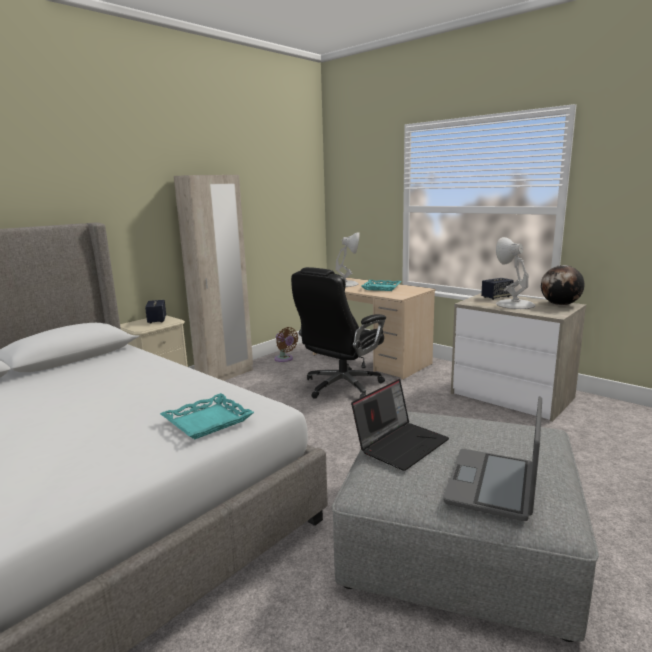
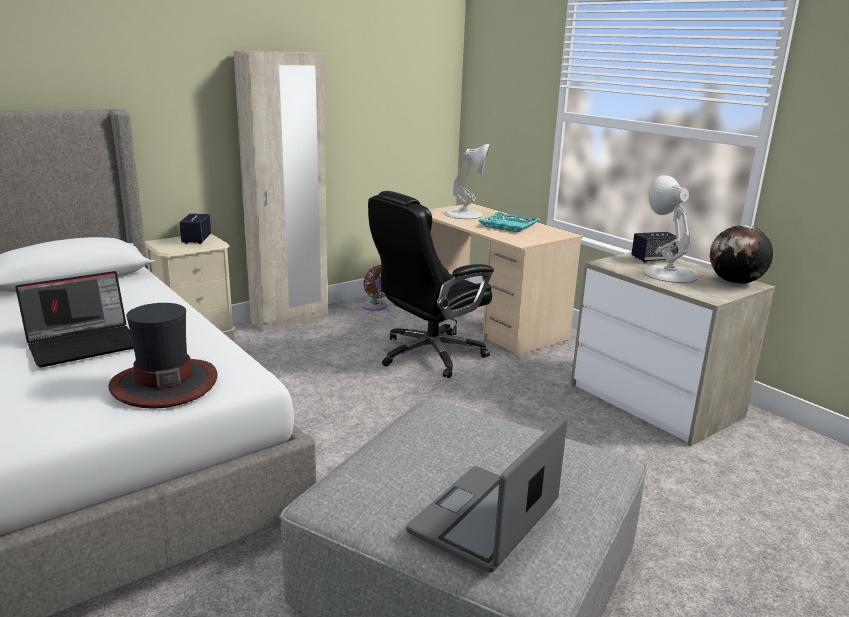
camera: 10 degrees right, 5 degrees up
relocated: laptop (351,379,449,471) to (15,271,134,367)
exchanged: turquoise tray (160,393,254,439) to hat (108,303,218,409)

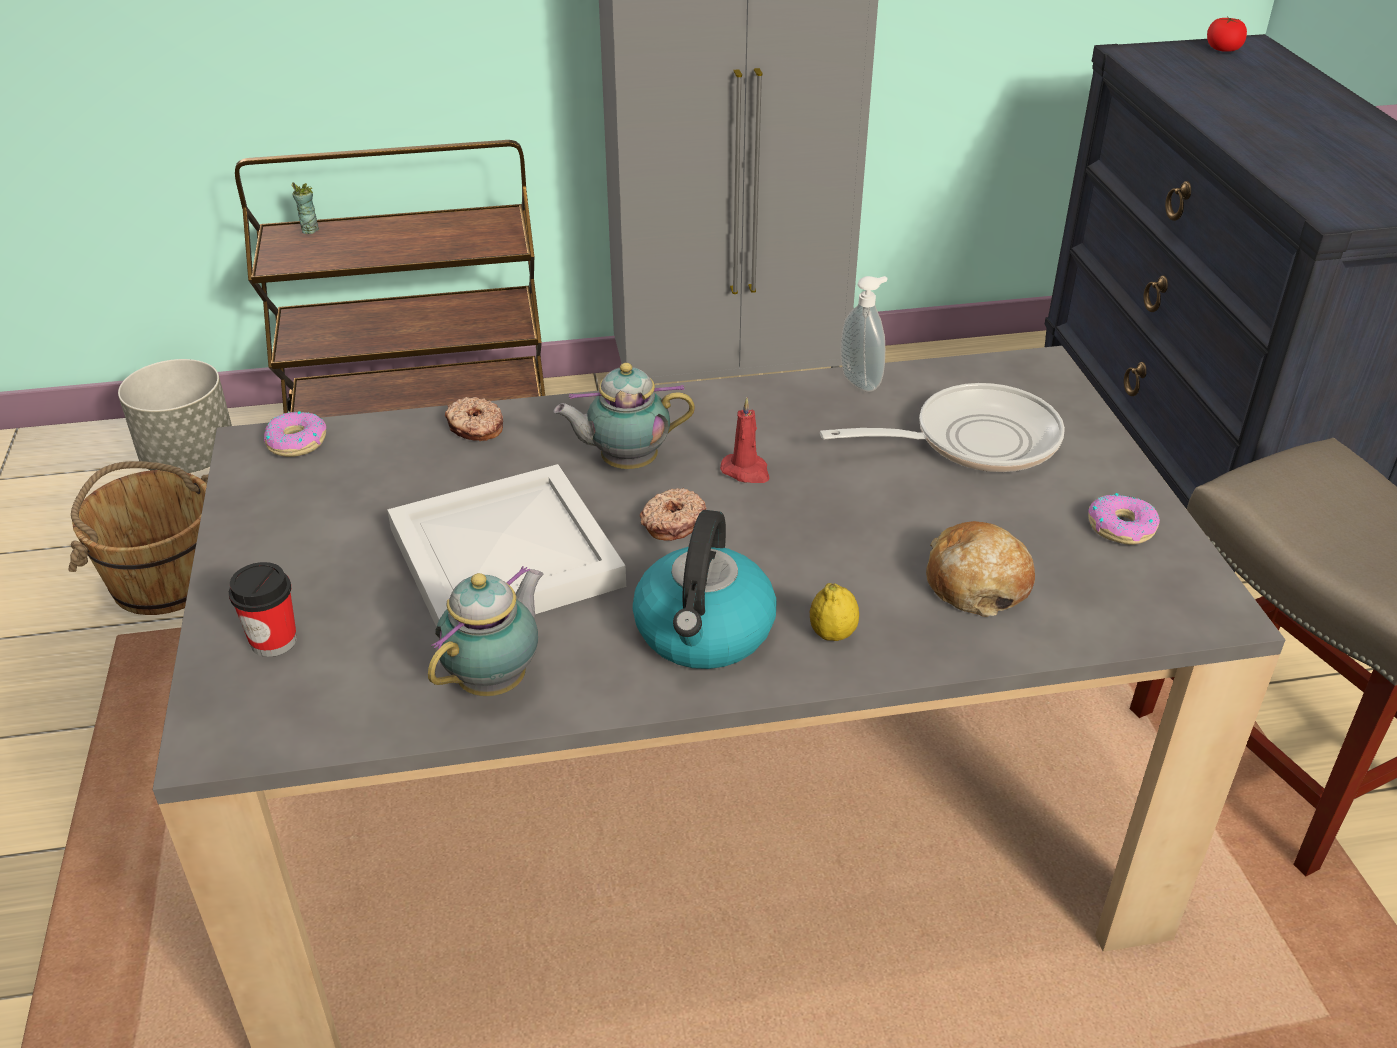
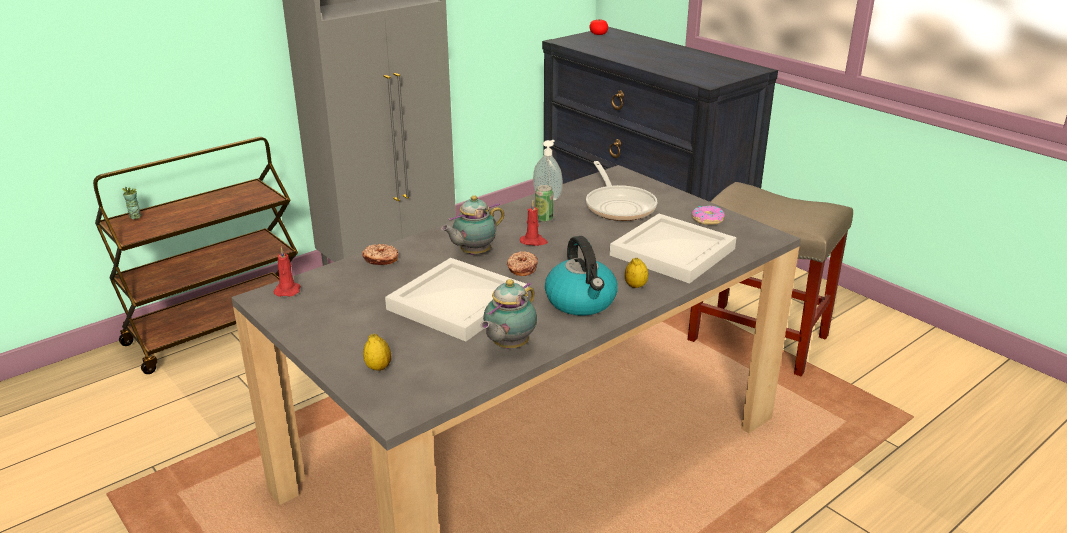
camera: 30 degrees left, 10 degrees down
missing: brown bucket (68,461,208,615); grey planter (118,359,232,473)
appeared: can (535,185,553,222)
exchanged: cup (229,562,297,657) to lemon (363,334,392,371); donut (264,411,326,457) to red candle (274,247,301,297); bread (926,521,1035,617) to white tray (610,214,736,284)
spun: teapot (428,566,543,696) = (481,279,537,349) 150 degrees counterclockwise; frying pan (820,383,1065,472) = (586,161,657,221) 120 degrees clockwise

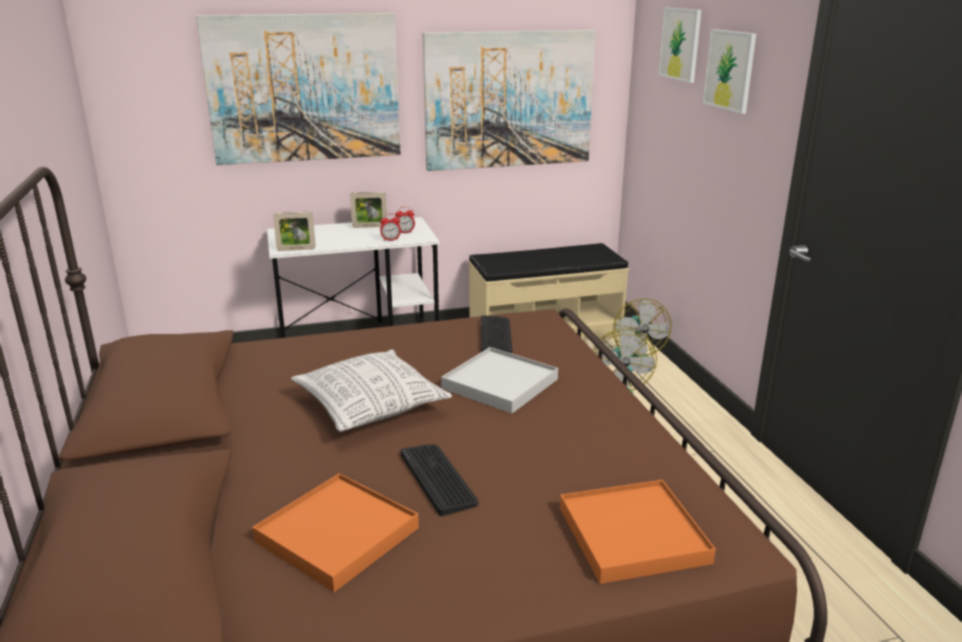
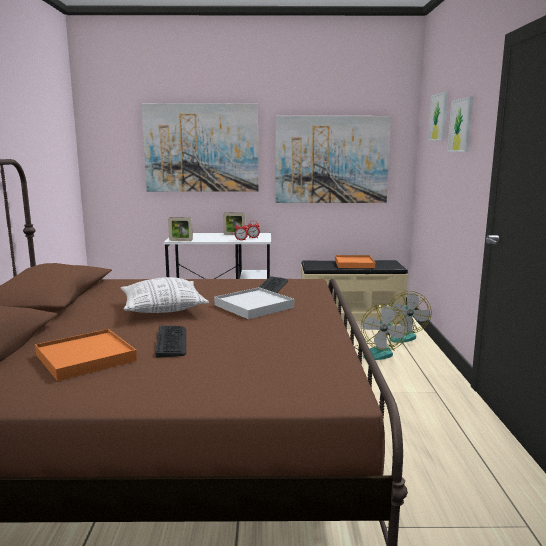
camera: 15 degrees right, 10 degrees down
relocated: orange tray (560,480,716,584) to (335,255,375,268)

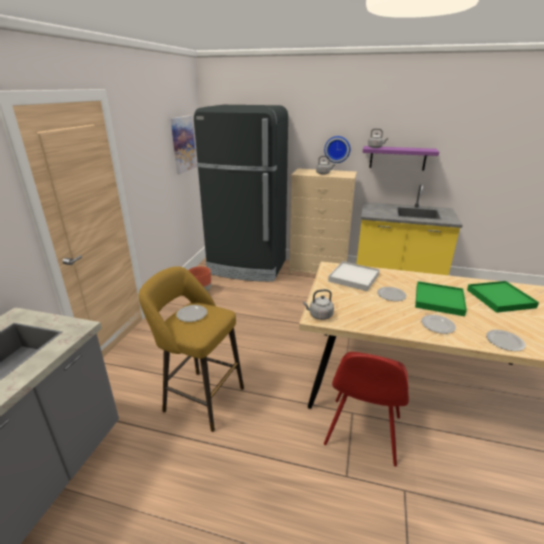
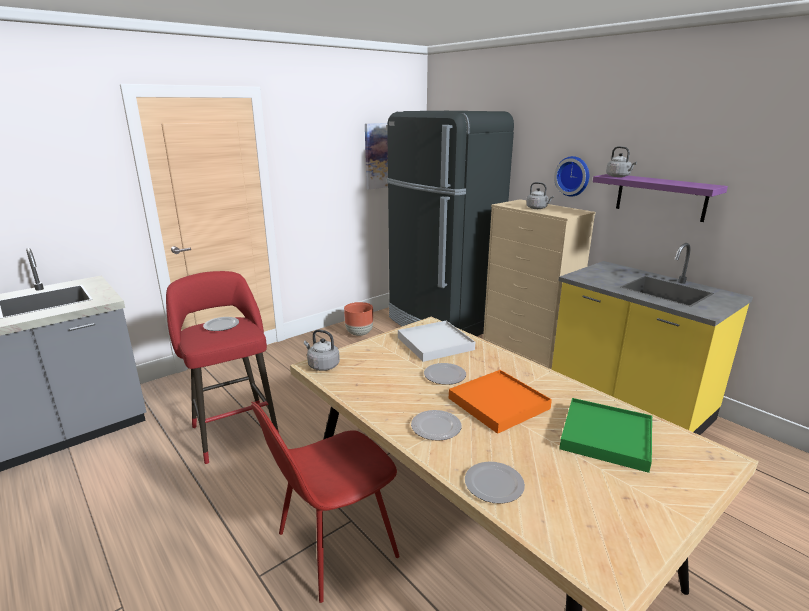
camera: 35 degrees right, 5 degrees down
colour: yellow stool (138,266,244,432) to red stool (166,271,279,464); green tray (415,281,467,316) to orange tray (449,370,552,434)

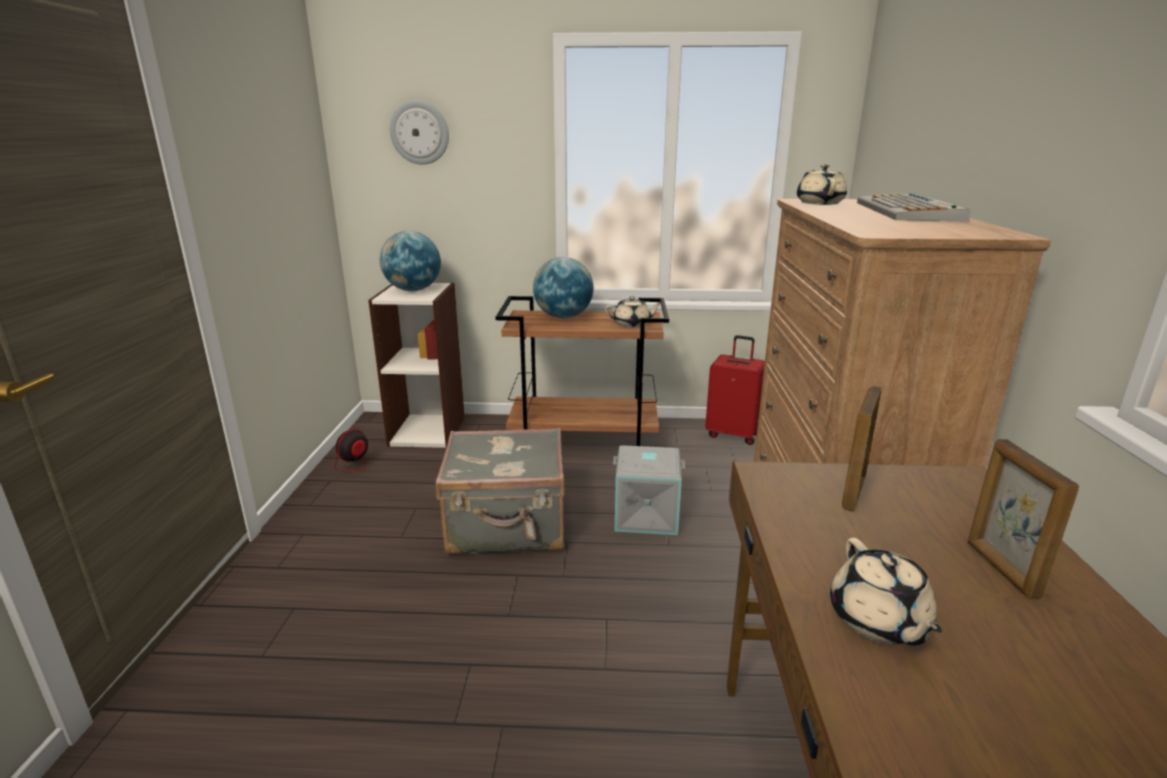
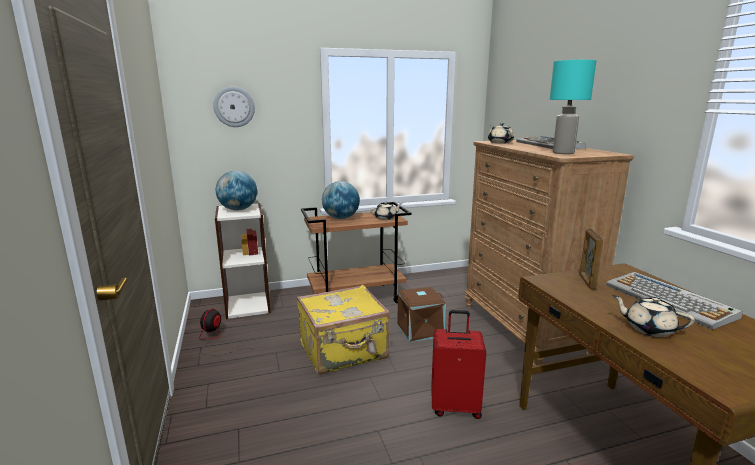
camera: 20 degrees left, 5 degrees down
appeared: turquoise table lamp (550,60,596,154)
relocated: red suitcase (705,335,765,445) to (431,310,486,419)
exchanged: picture frame (968,439,1079,599) to keyboard (606,272,743,330)
colour: grey suitcase (436,427,565,555) to yellow suitcase (297,285,390,375); grey storage box (613,445,685,535) to brown storage box (397,287,446,342)
spun: beige teapot (830,538,942,645) = (612,295,695,337) 150 degrees clockwise

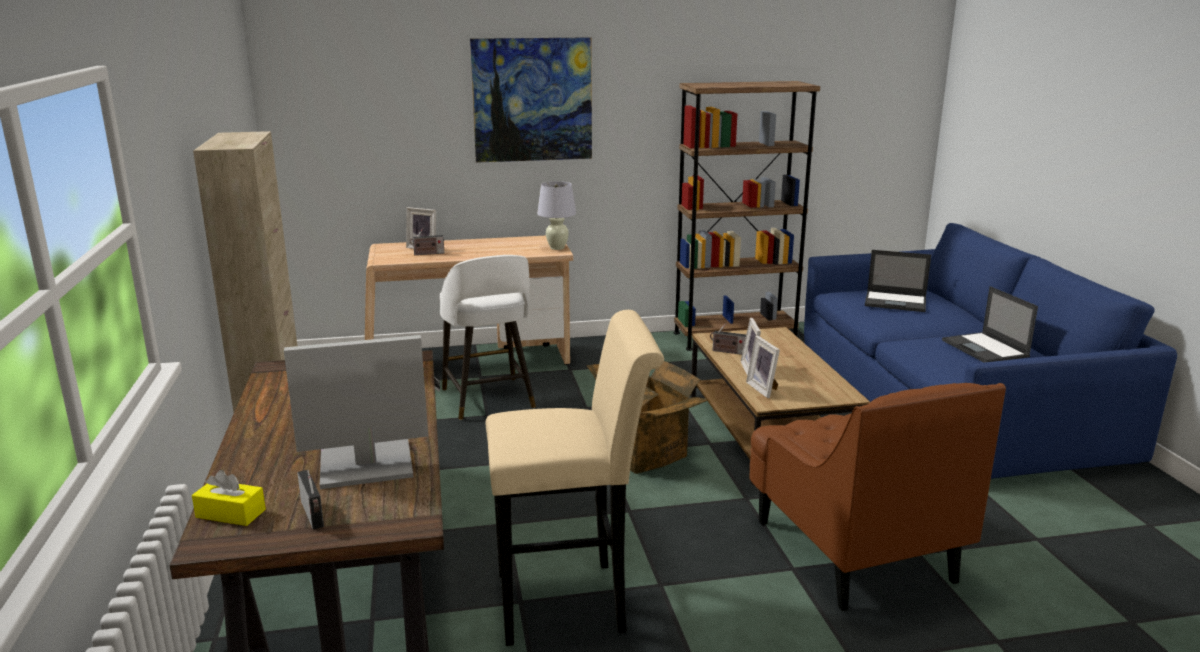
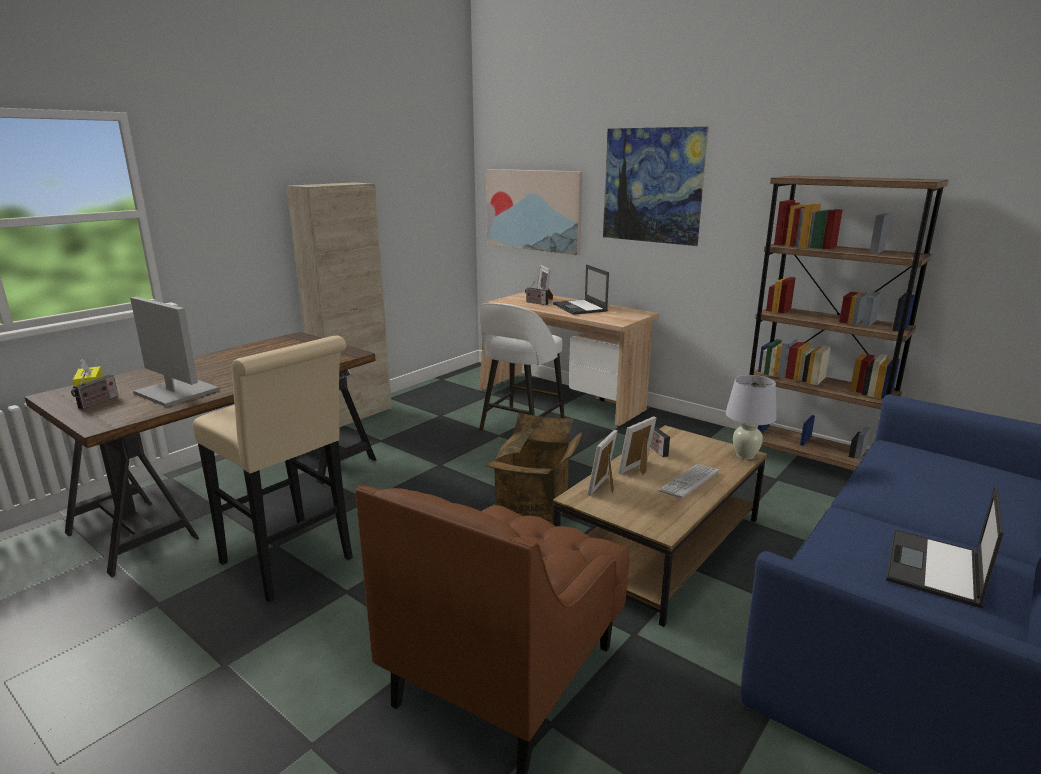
camera: 50 degrees right, 0 degrees up
appeared: picture (486,169,583,255); keyboard (658,464,719,498)
relocated: white table lamp (537,181,576,250) to (726,375,777,459); laptop (865,250,931,312) to (553,264,609,315)

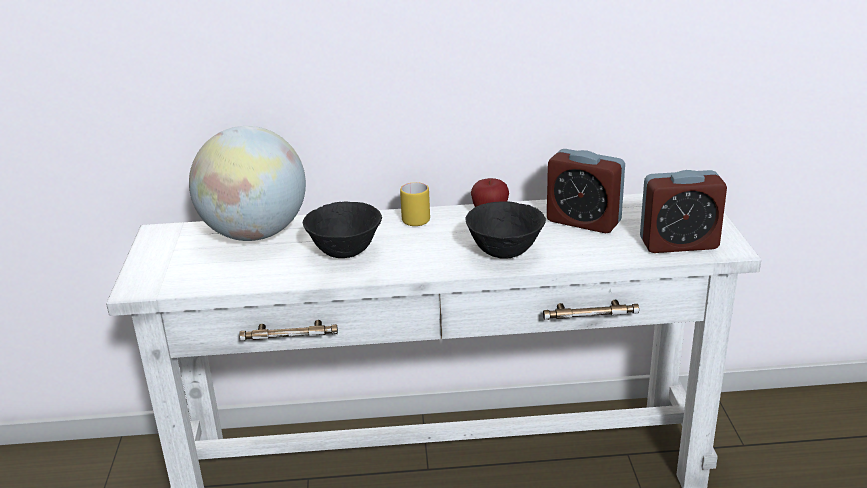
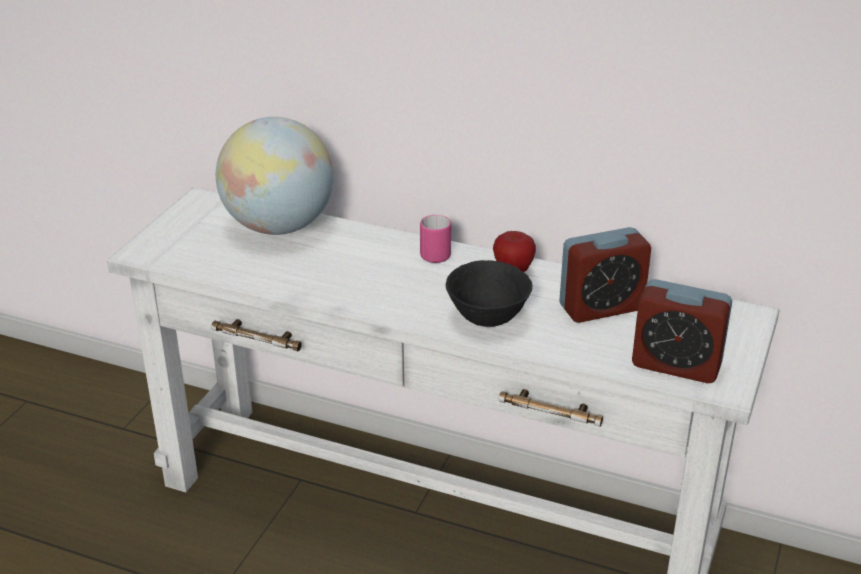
camera: 25 degrees right, 5 degrees up
missing: black bowl (303,202,382,258)
colour: yellow mug (400,182,430,226) to pink mug (420,215,451,263)
spun: alarm clock (547,149,625,233) = (560,227,651,323) 75 degrees counterclockwise

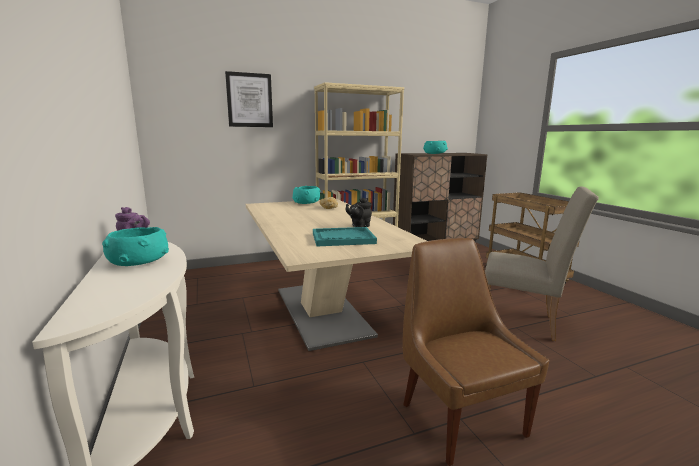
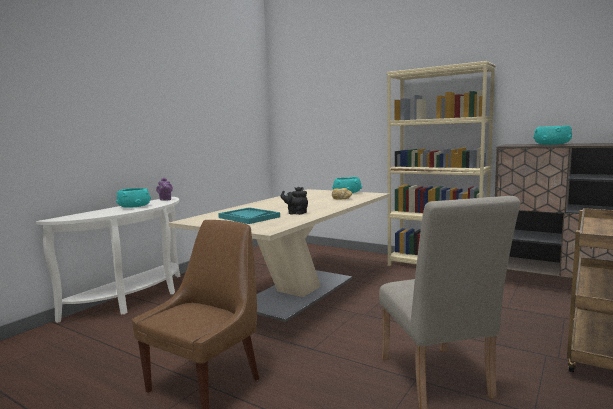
camera: 55 degrees right, 5 degrees down
missing: picture (225,71,273,127)

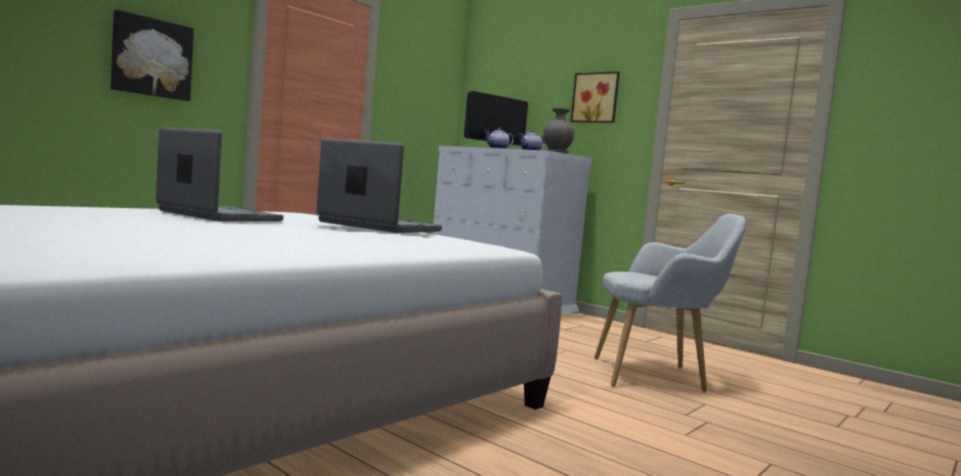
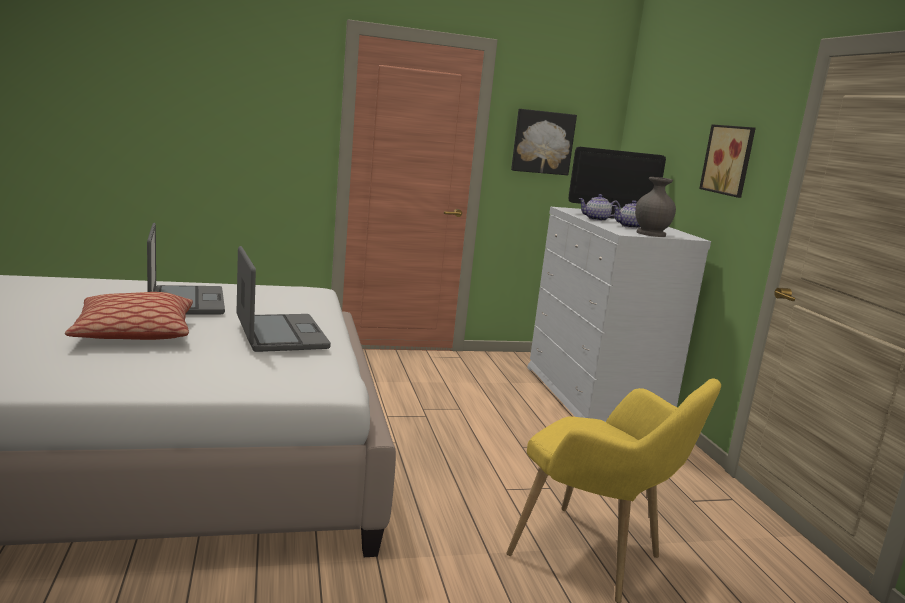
camera: 35 degrees right, 10 degrees up
appeared: pillow (65,292,193,340)
relocated: picture (111,10,194,101) to (511,109,577,175)
colour: grey armchair (594,214,746,392) to yellow armchair (507,379,721,603)

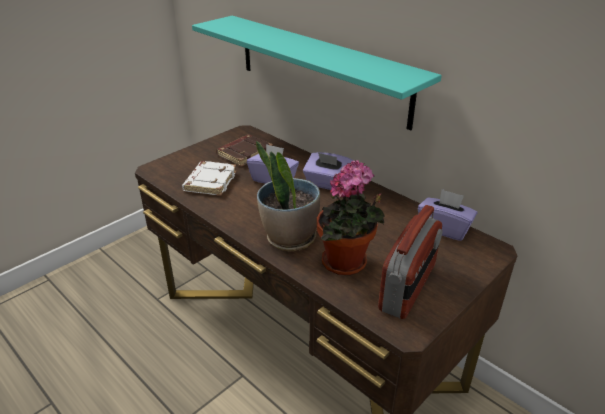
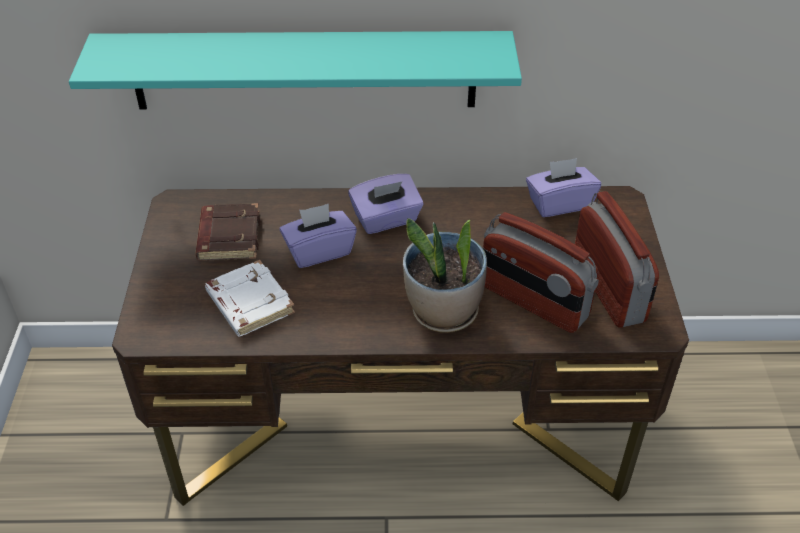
camera: 45 degrees left, 10 degrees up
exchanged: potted plant (317,160,385,275) to radio (483,212,599,333)

